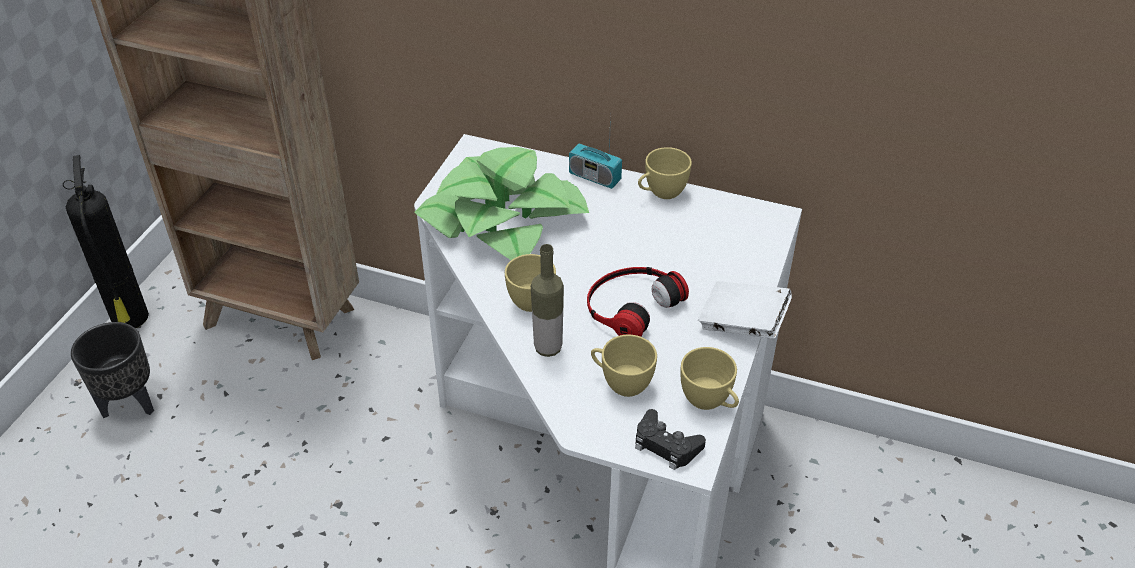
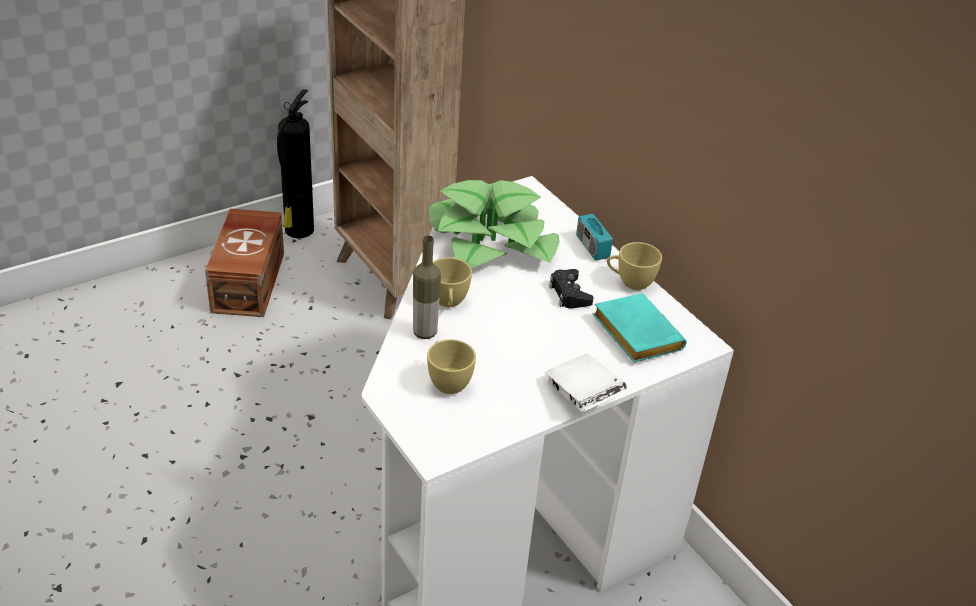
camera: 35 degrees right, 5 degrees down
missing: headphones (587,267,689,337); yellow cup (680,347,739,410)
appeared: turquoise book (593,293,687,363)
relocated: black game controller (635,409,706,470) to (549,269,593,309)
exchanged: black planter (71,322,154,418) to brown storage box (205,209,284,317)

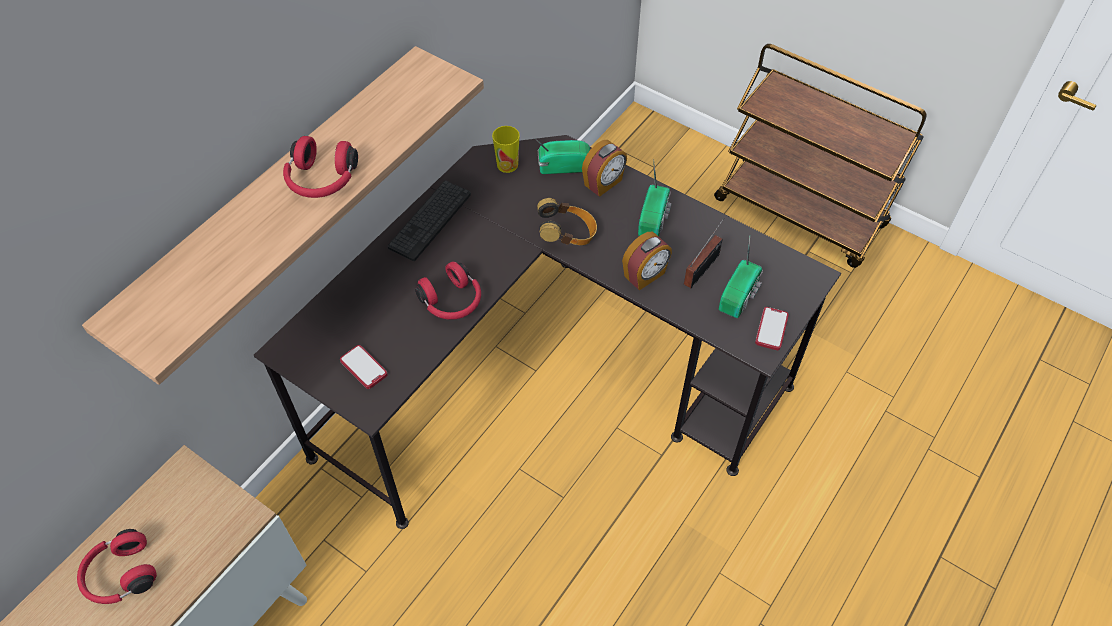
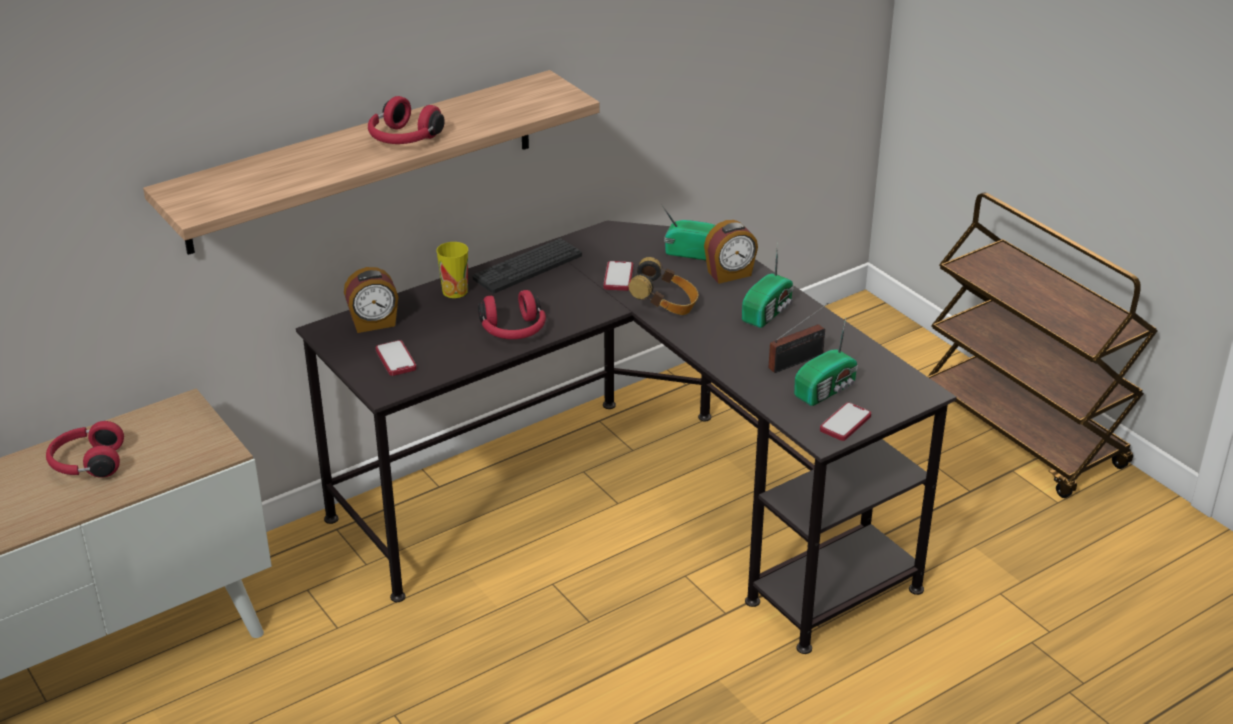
camera: 20 degrees right, 20 degrees down
appeared: phone (604,261,633,291)
relocated: cup (492,126,520,173) to (437,242,468,298); alarm clock (622,231,672,291) to (344,267,399,333)

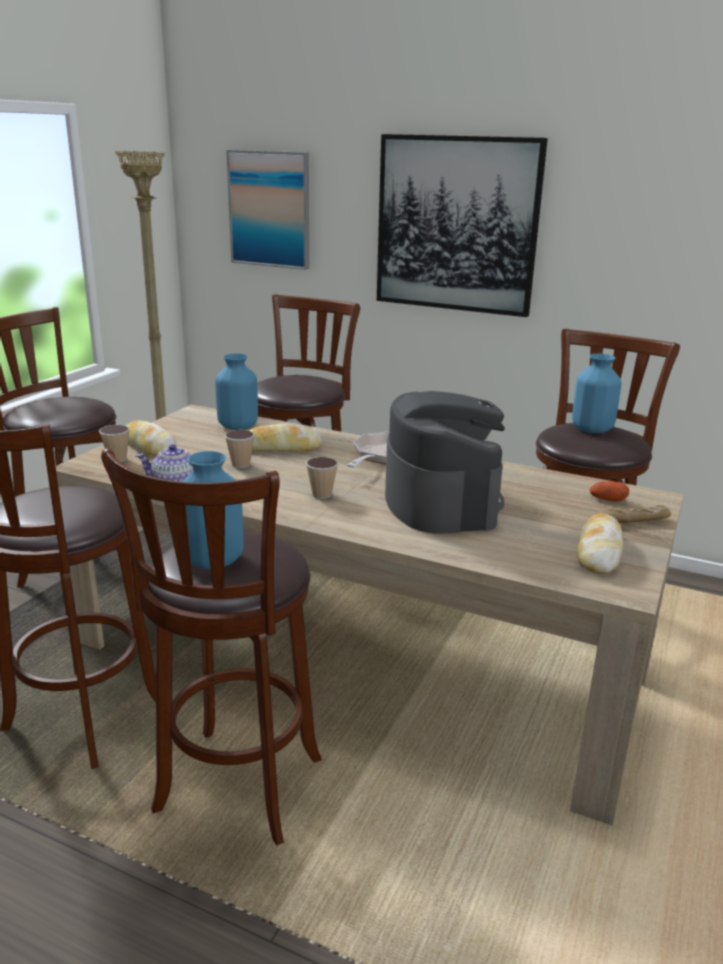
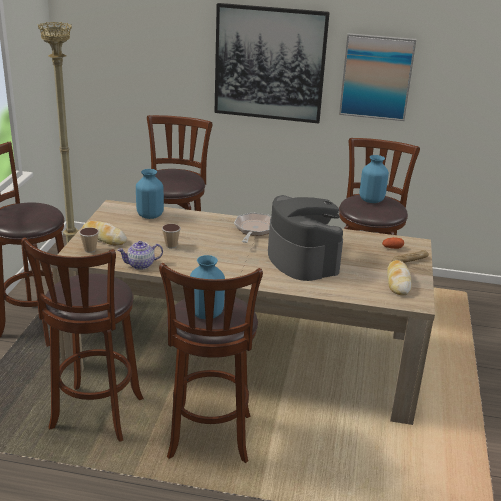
camera: 15 degrees left, 5 degrees up
missing: bread (249,424,322,452); cup (306,457,338,499)
relocated: picture (226,150,309,270) to (339,33,416,121)

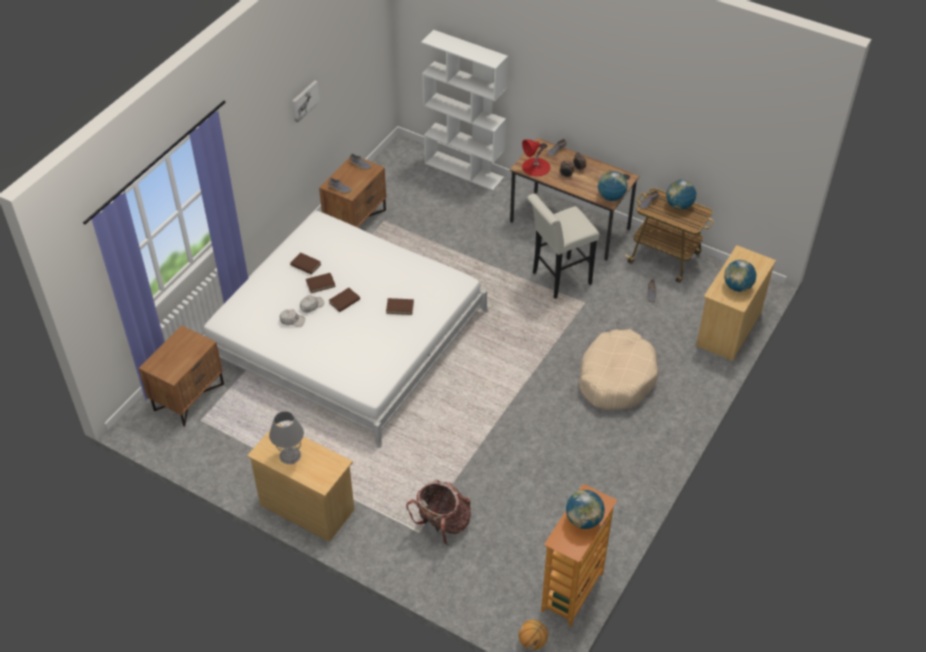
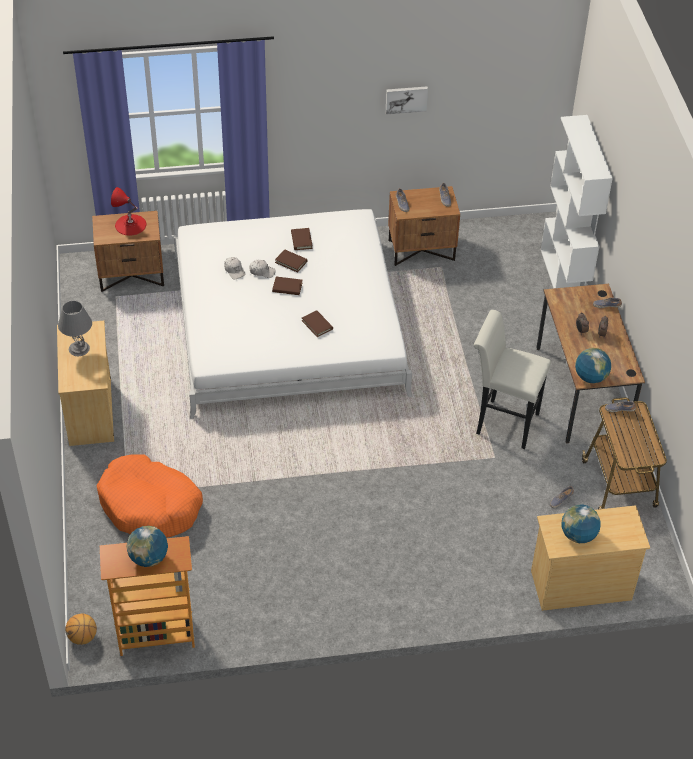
camera: 50 degrees right, 0 degrees up
missing: beige dog bed (579,329,658,410); globe (666,180,696,210)
relocated: red table lamp (522,139,550,177) to (111,187,147,236)
exchanged: backpack (406,480,471,545) to orange dog bed (96,454,203,538)

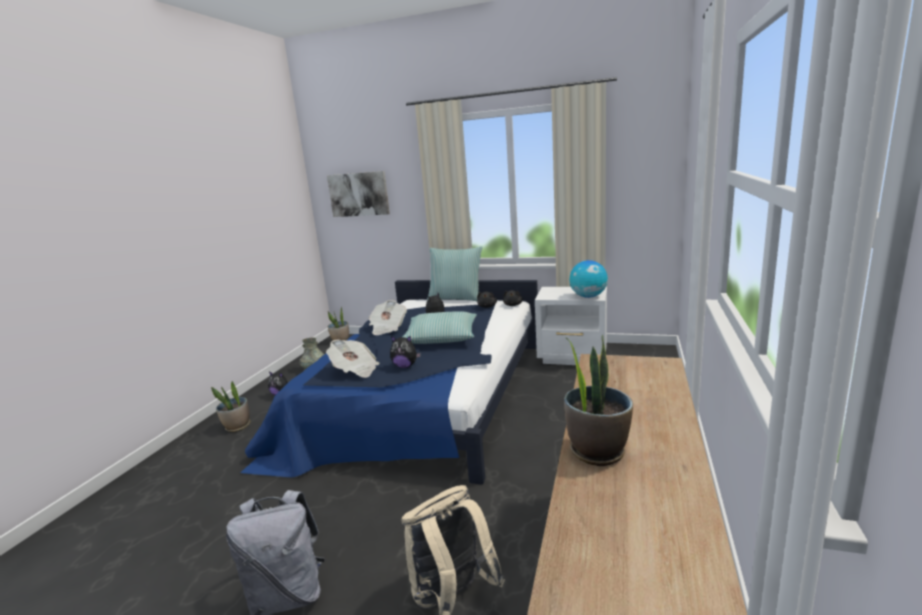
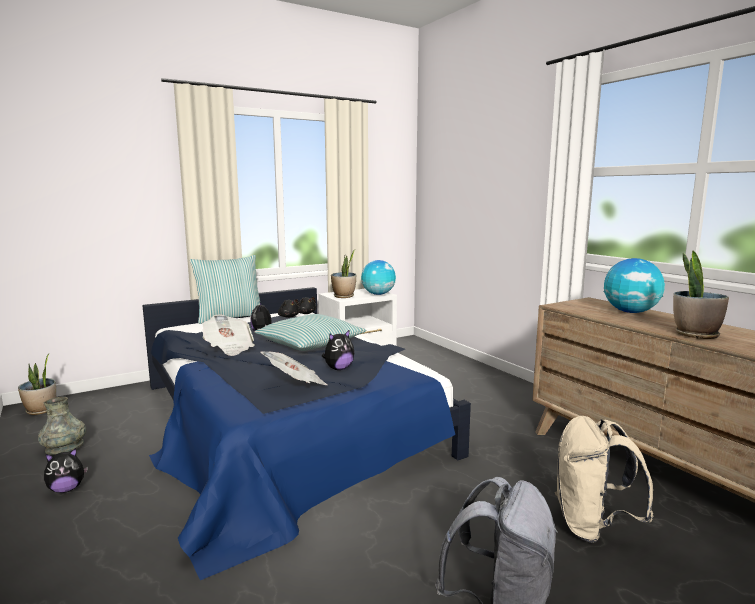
camera: 50 degrees left, 5 degrees down
missing: picture (327,171,390,217)
appeared: globe (604,258,665,313)
relocated: potted plant (211,381,250,432) to (331,250,356,298)

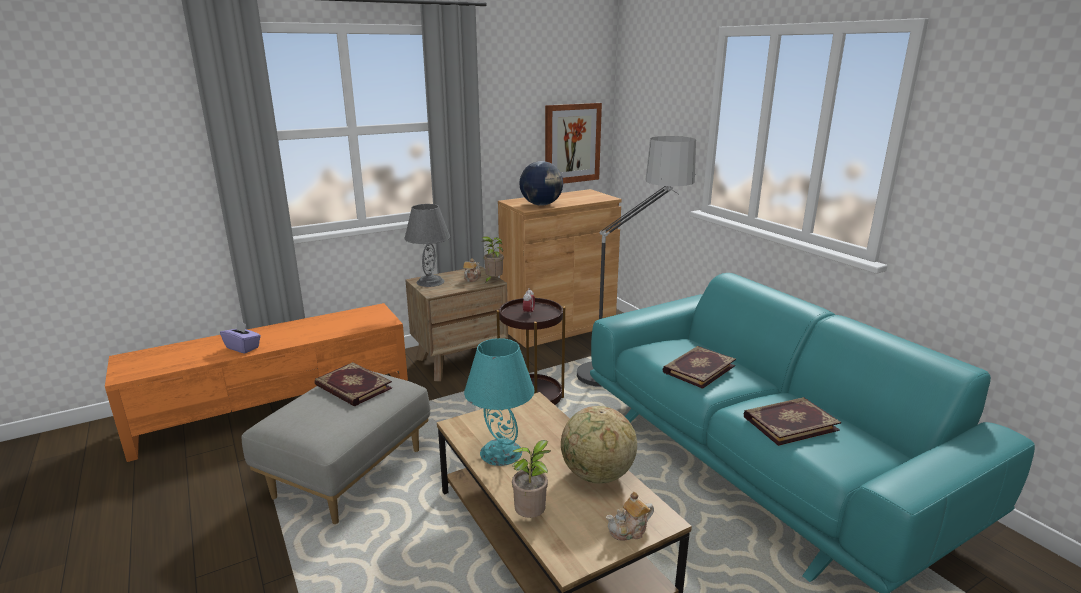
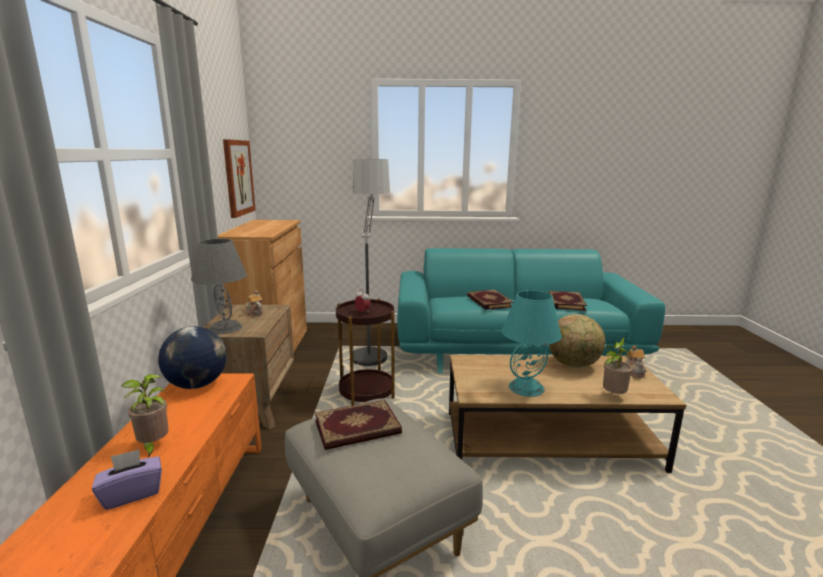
camera: 60 degrees left, 5 degrees down
relocated: potted plant (481,236,504,283) to (121,374,169,458); globe (519,161,563,206) to (158,326,227,389)

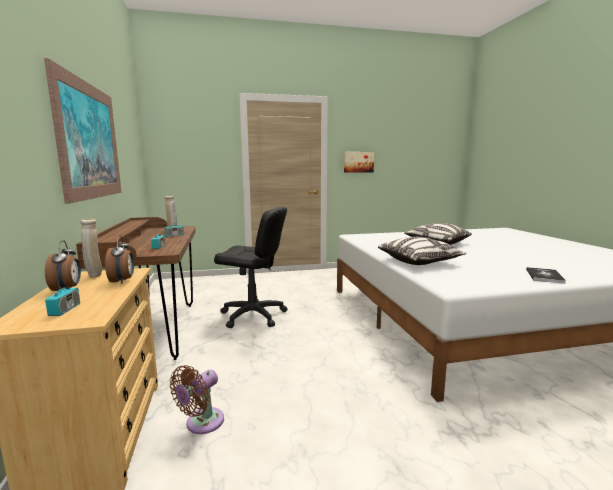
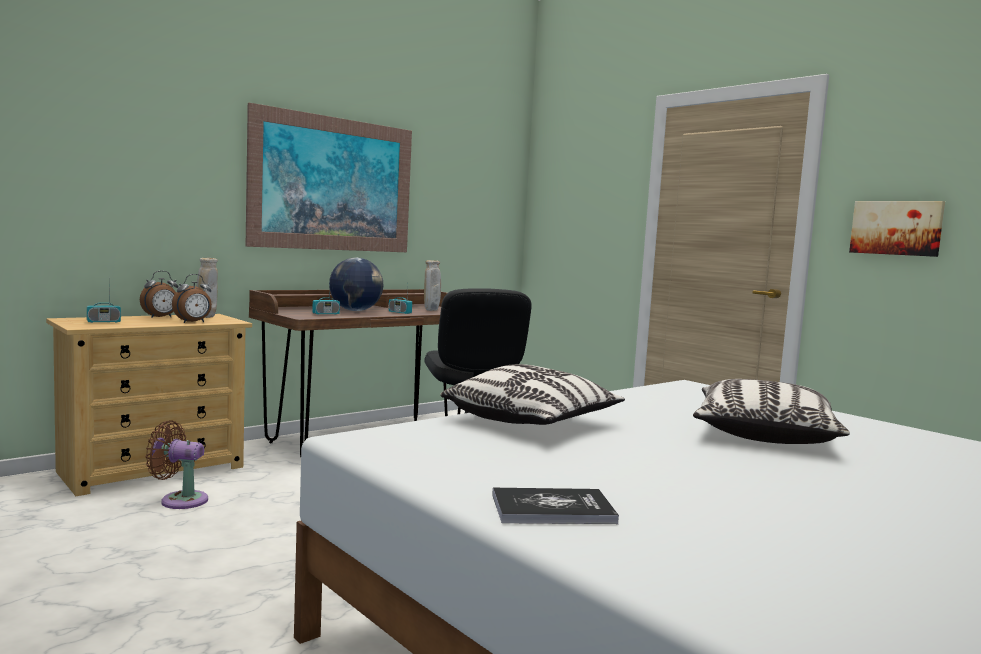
camera: 60 degrees right, 5 degrees down
appeared: globe (329,258,383,311)

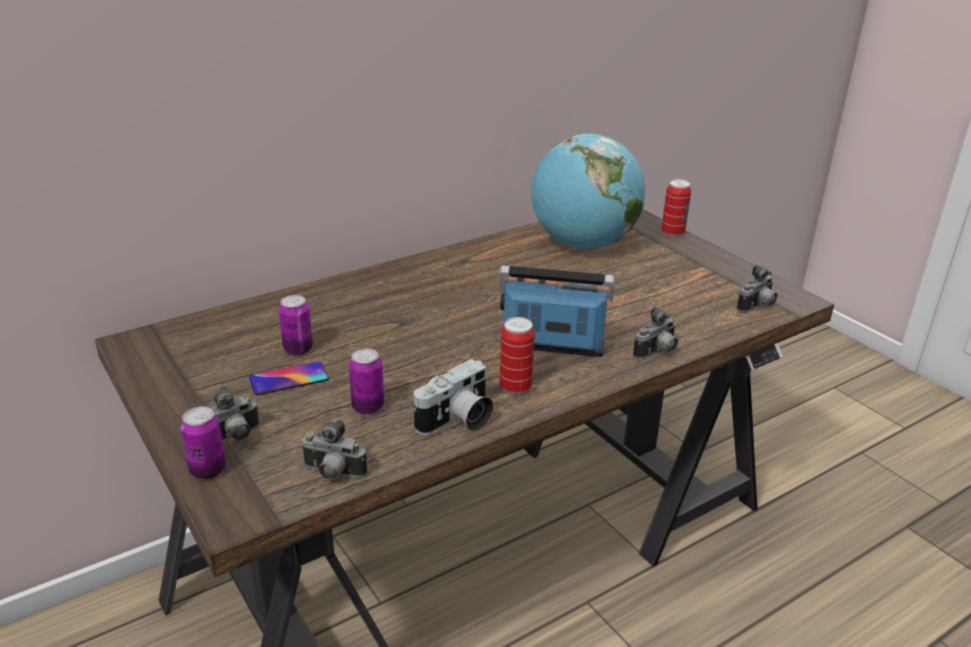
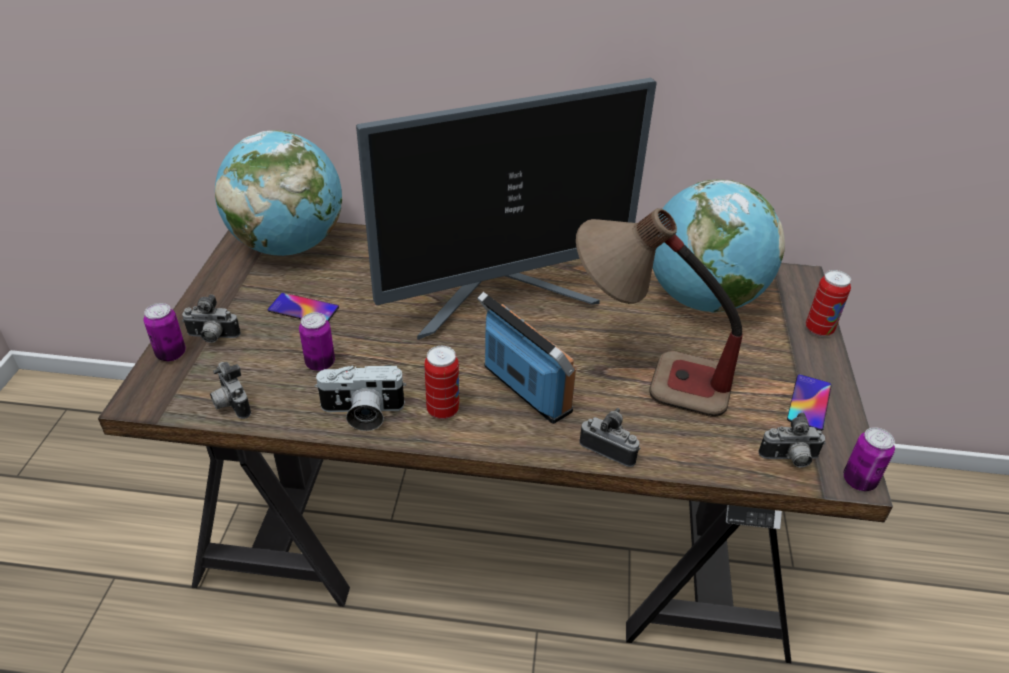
camera: 40 degrees right, 10 degrees up
appeared: globe (215,130,342,256); monitor (356,78,657,340); table lamp (576,208,743,417); phone (787,374,832,431)
relocated: can (279,295,313,355) to (843,427,895,491)
spun: photo camera (633,306,678,359) = (579,408,641,467) 150 degrees counterclockwise

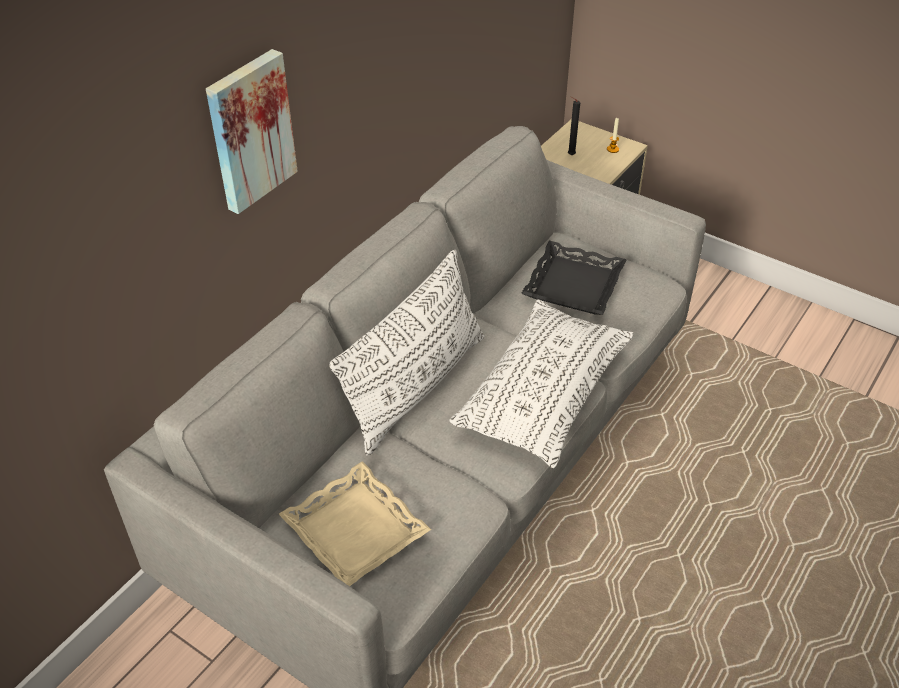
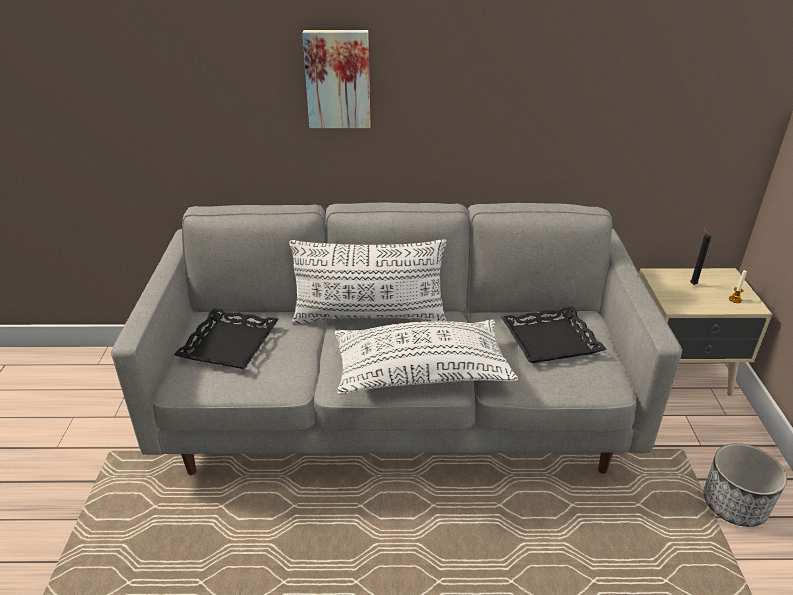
camera: 55 degrees right, 10 degrees down
appeared: planter (703,443,787,527)
colour: beige tray (279,461,431,586) to black tray (174,308,279,369)

